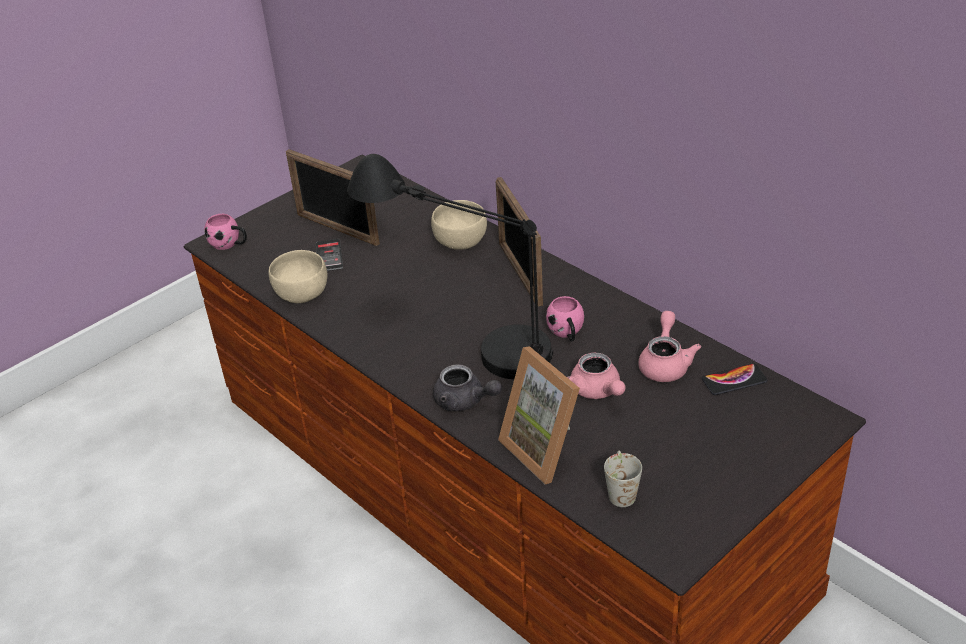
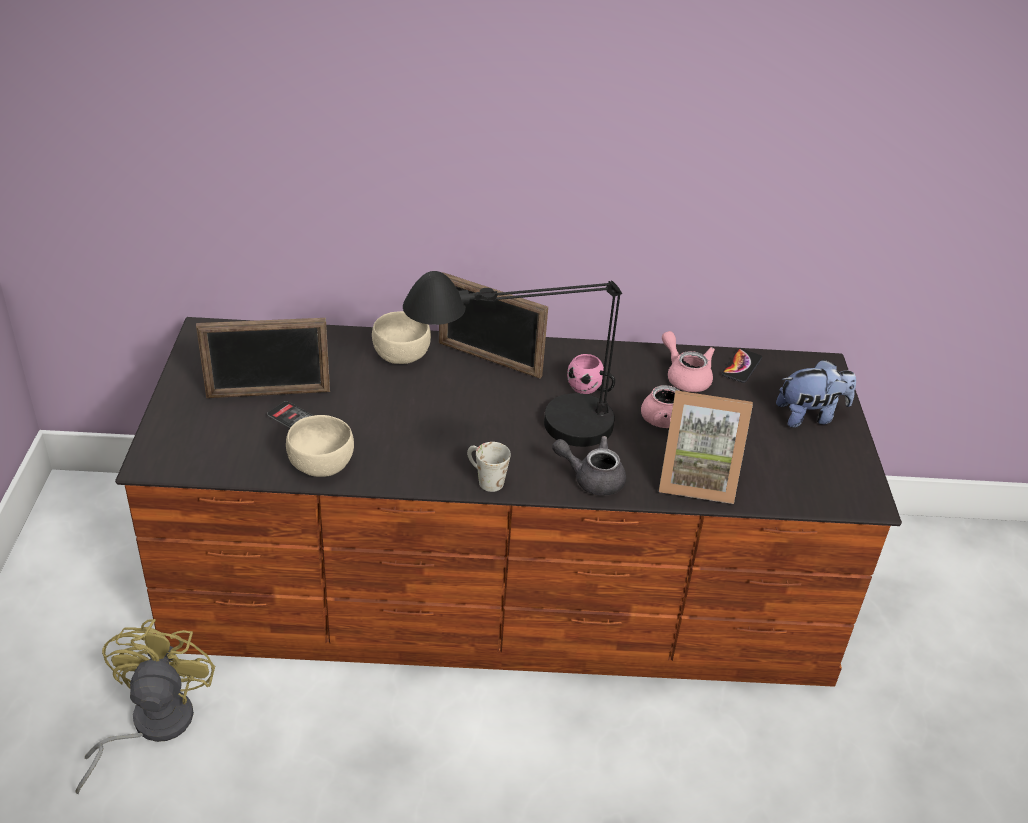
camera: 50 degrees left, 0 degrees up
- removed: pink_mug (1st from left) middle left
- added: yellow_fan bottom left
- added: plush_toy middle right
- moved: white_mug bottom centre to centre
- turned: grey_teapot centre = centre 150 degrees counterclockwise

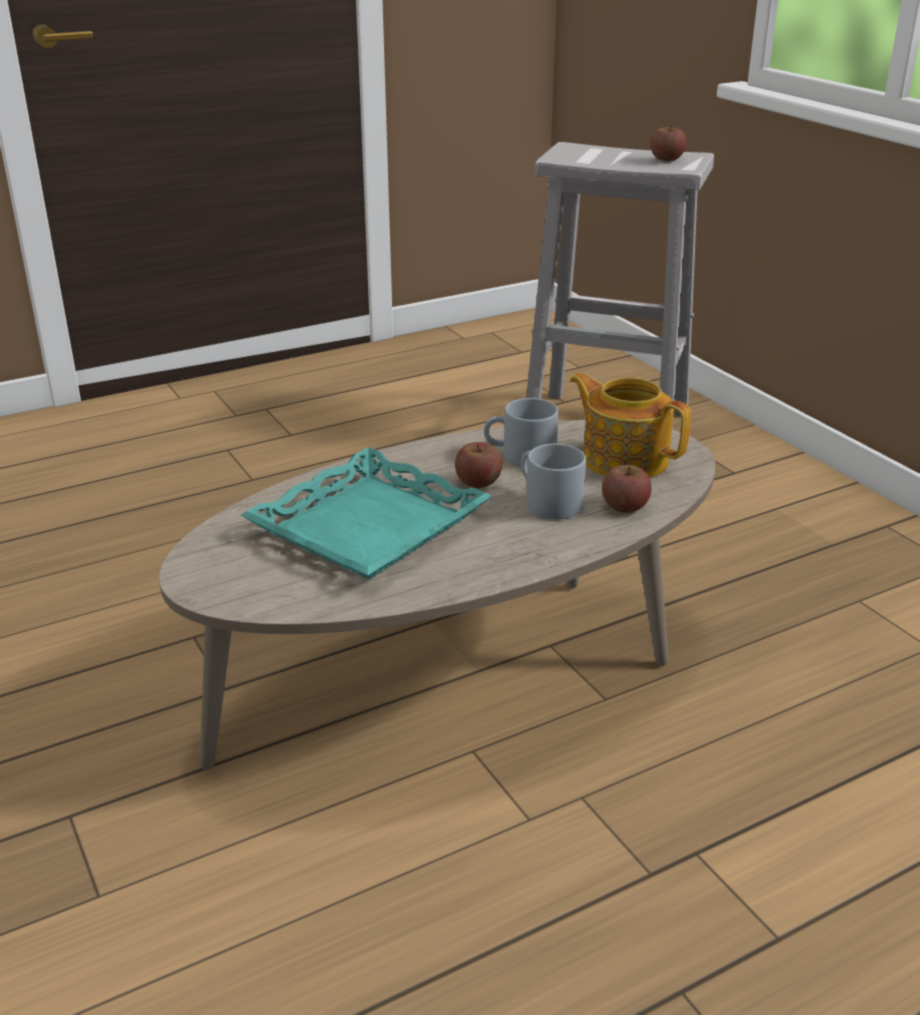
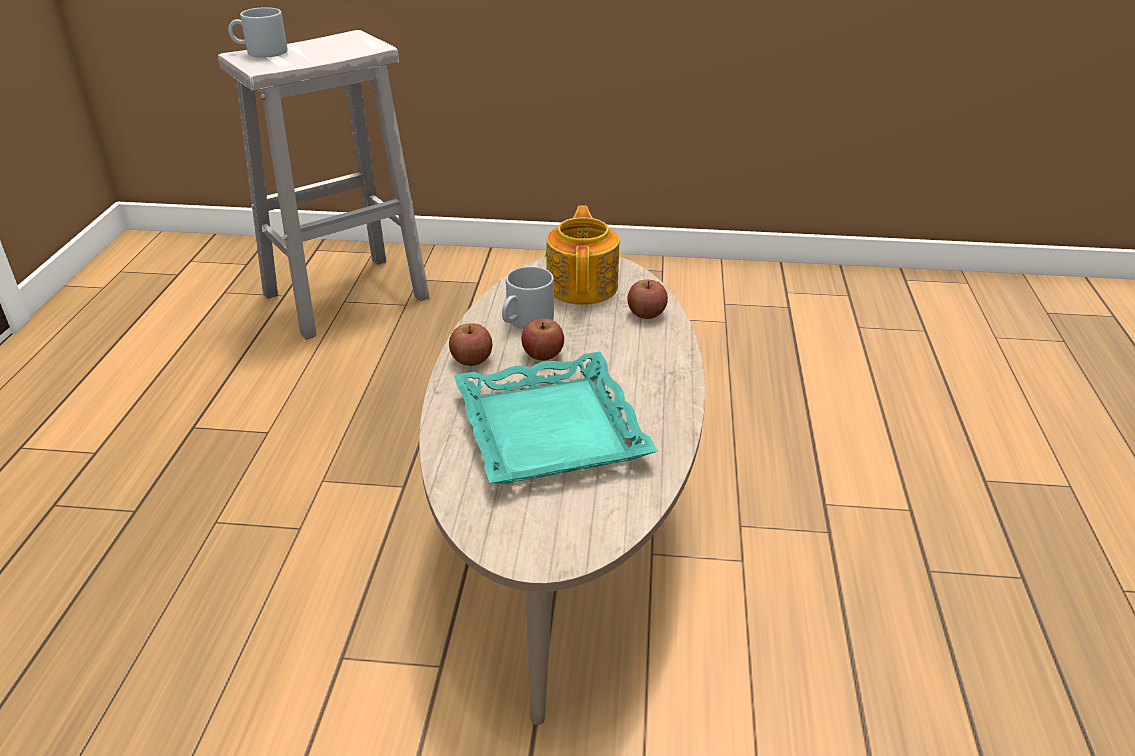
camera: 55 degrees left, 5 degrees up
- moved: grey_mug (2nd from left in the first image) centre to grey_mug (1st from left) top left
- moved: apple (3rd from left in the first image) top right to apple (1st from left) centre
- turned: teapot middle right = centre 105 degrees clockwise

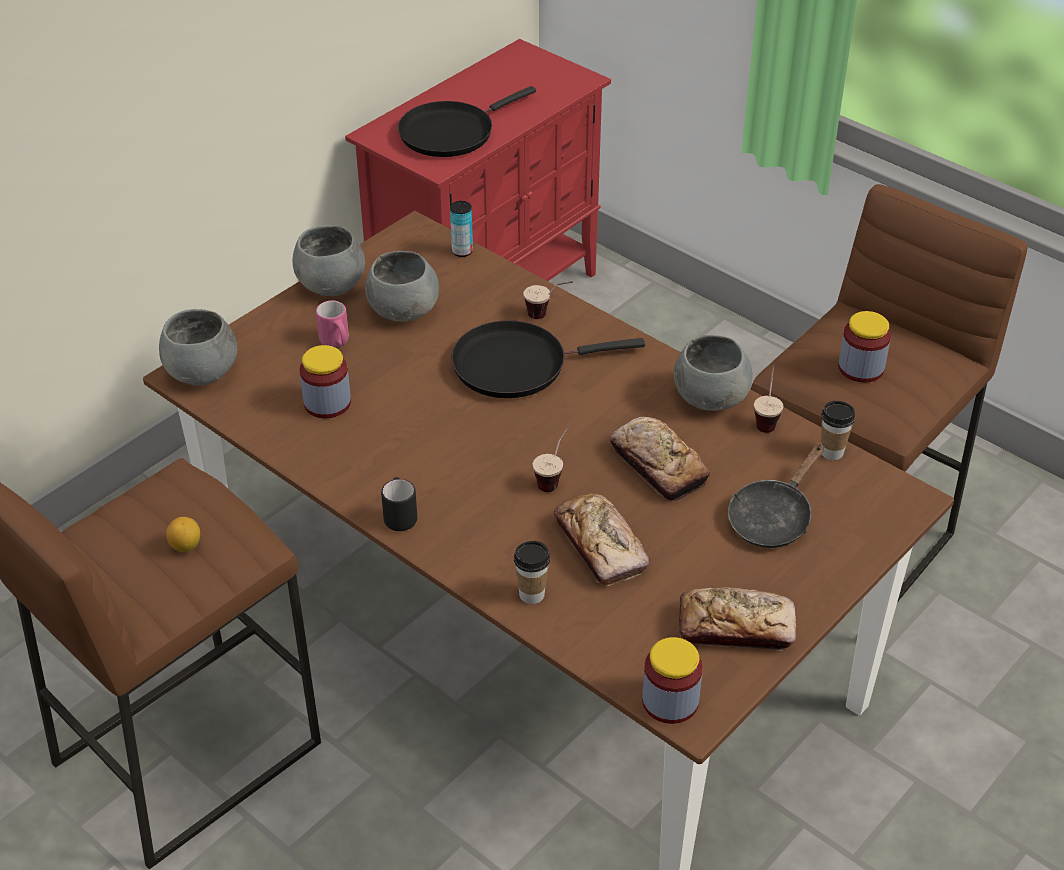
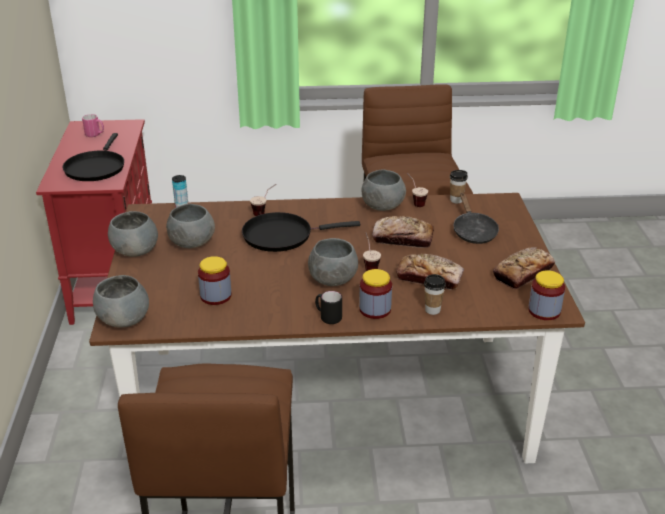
camera: 45 degrees left, 10 degrees down
- removed: lemon middle left
- added: grey_bowl (4th from left) centre
- moved: pink_mug middle left to top left
- moved: jar (3rd from left in the first image) middle right to jar (2nd from left) centre
- turned: black_frying_pan (2nd from left) centre = centre 45 degrees clockwise

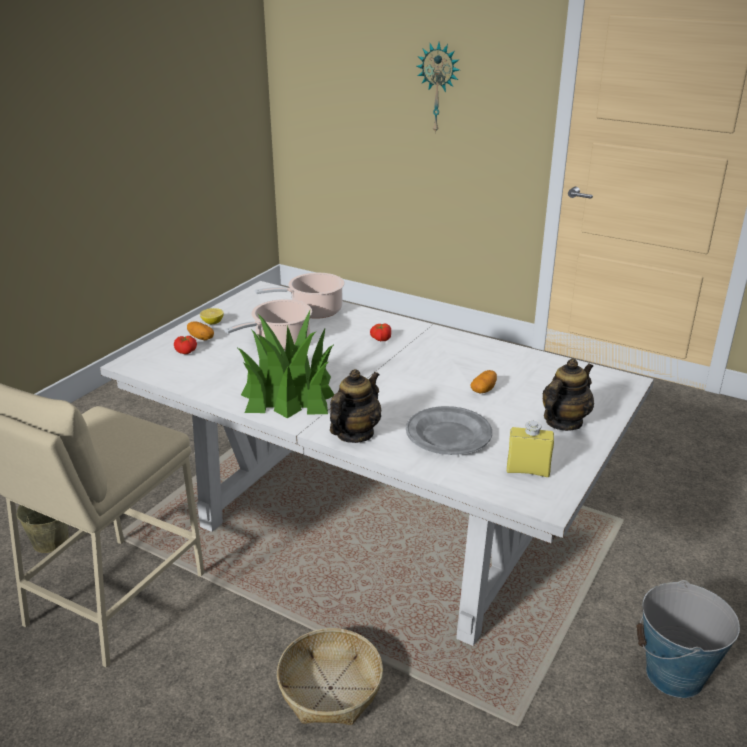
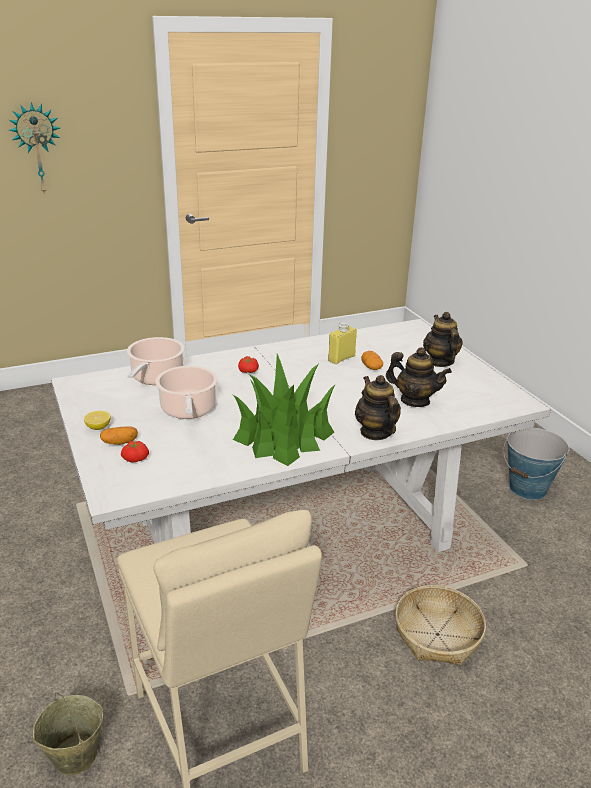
camera: 55 degrees left, 0 degrees up
- moved: yellow_bottle middle right to centre
- replaced: grey_plate centre to teapot (2nd from left) middle right

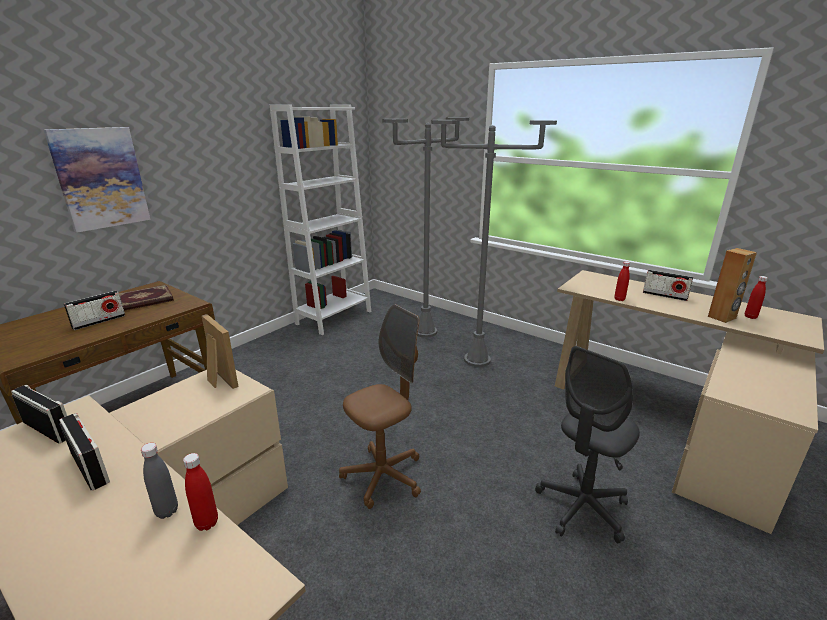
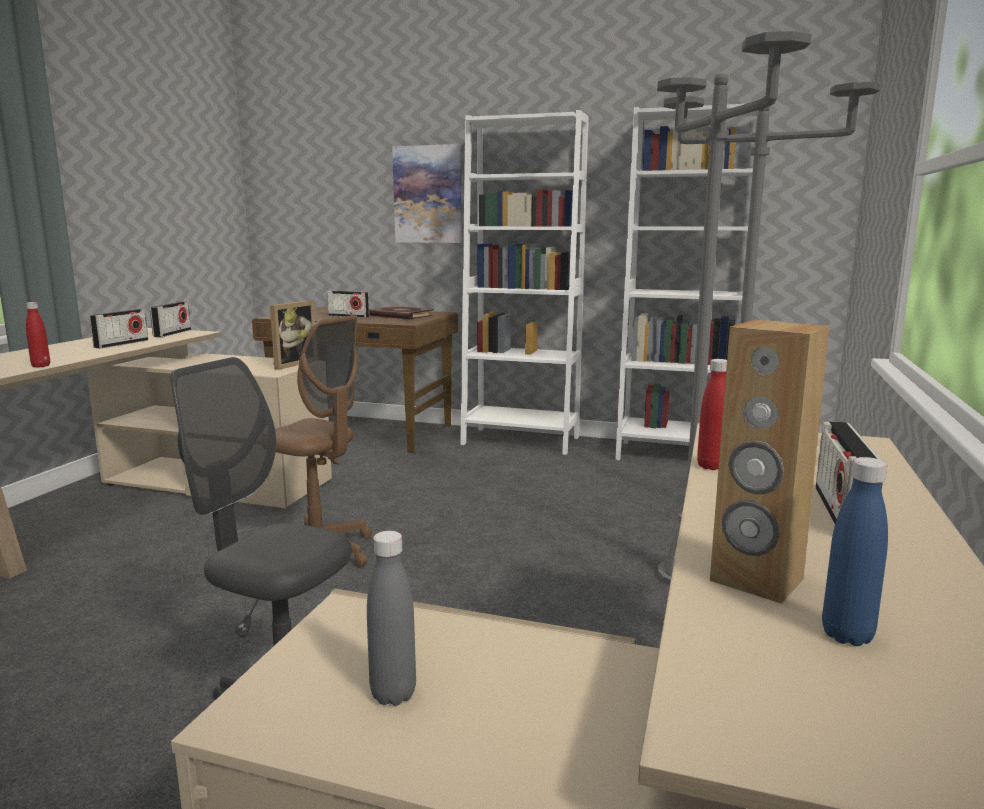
camera: 70 degrees right, 10 degrees down
- added: white_bookcase (1st from left) centre
- moved: grey_bottle bottom left to bottom centre
- recoloured: red_bottle (3rd from left) middle right to blue_bottle bottom right

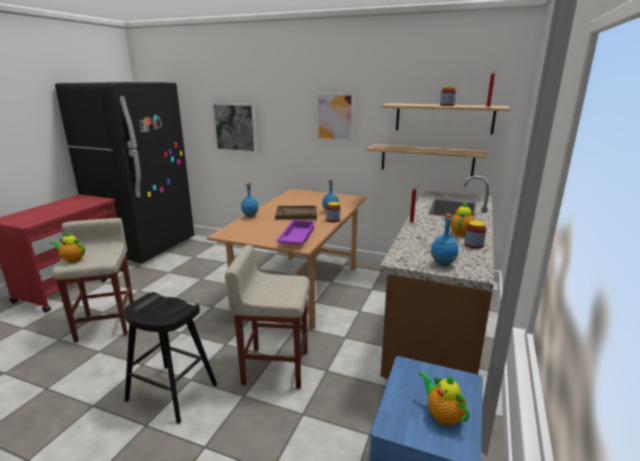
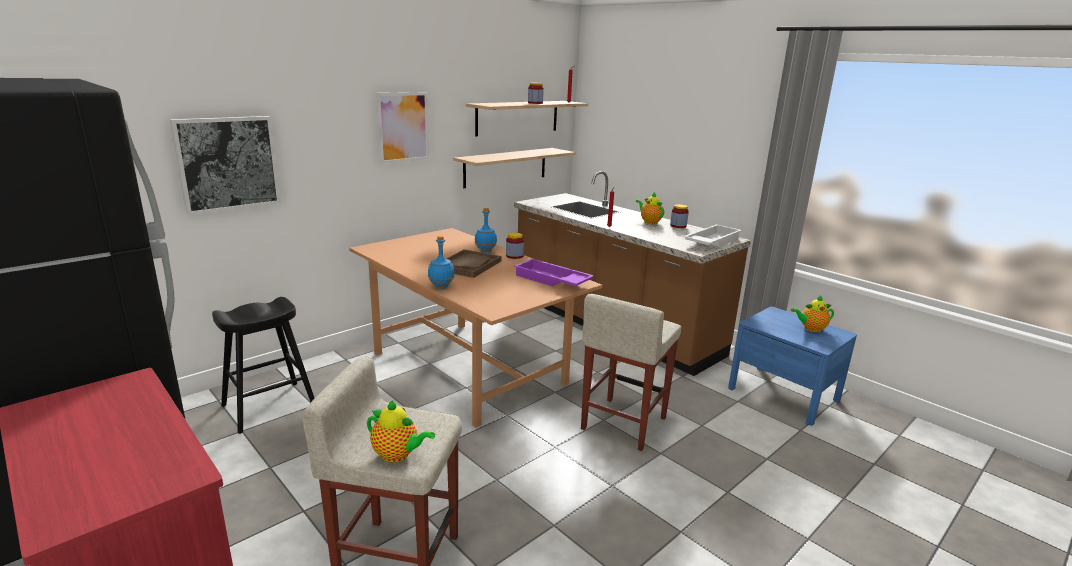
camera: 65 degrees left, 0 degrees up
- moved: black_stool bottom left to middle left
- replaced: blue_bottle (3rd from left) middle right to white_tray centre
- turned: teapot (1st from left) middle left = bottom centre 105 degrees counterclockwise

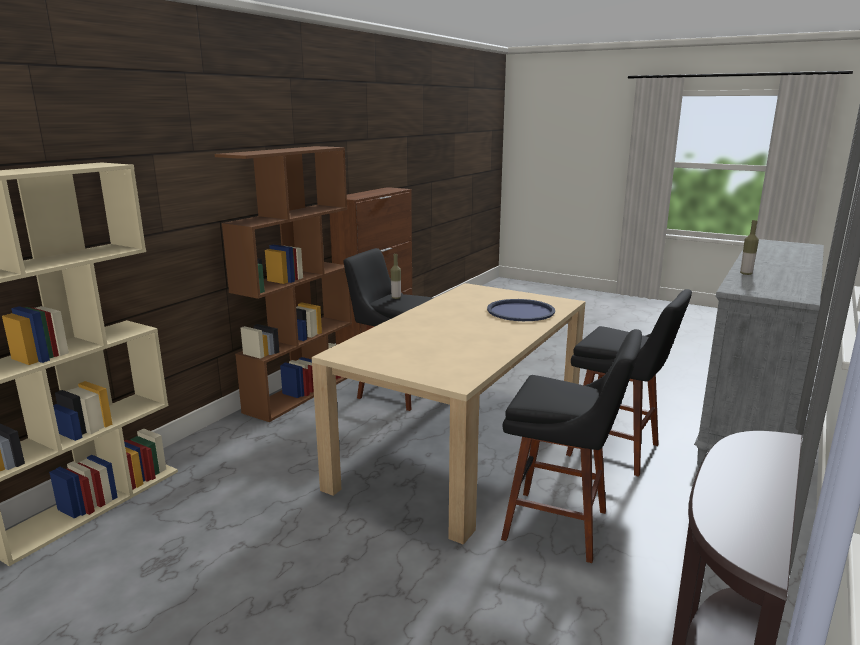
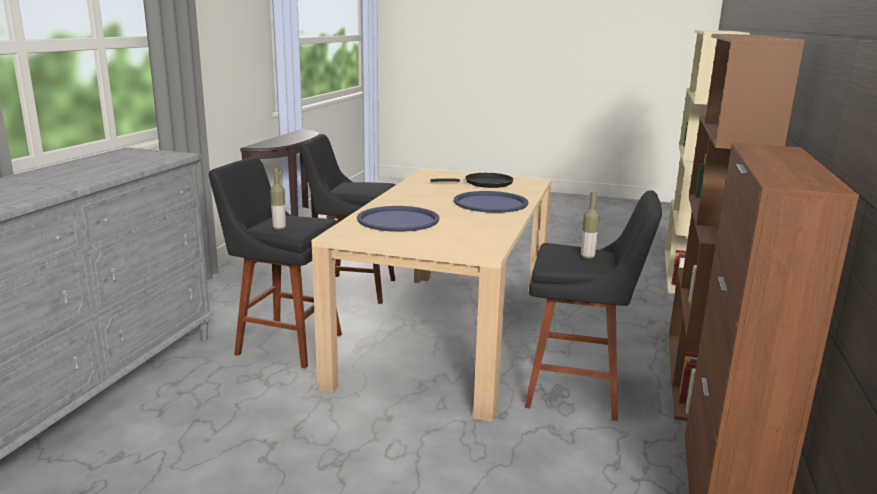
camera: 165 degrees right, 0 degrees up
- added: black_frying_pan centre
- added: blue_tray (2nd from left) centre
- moved: bottle (2nd from left in the first image) middle right to bottle (1st from left) middle left

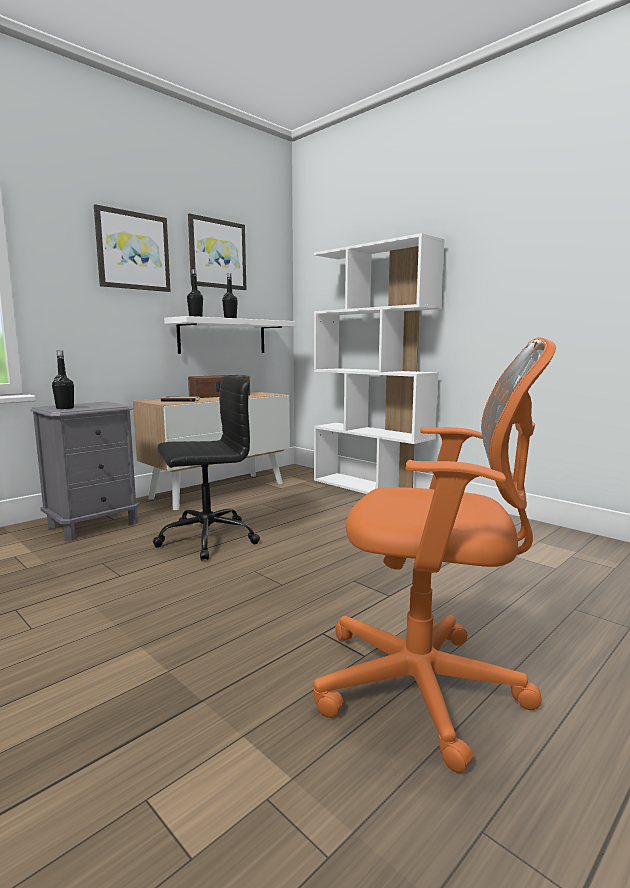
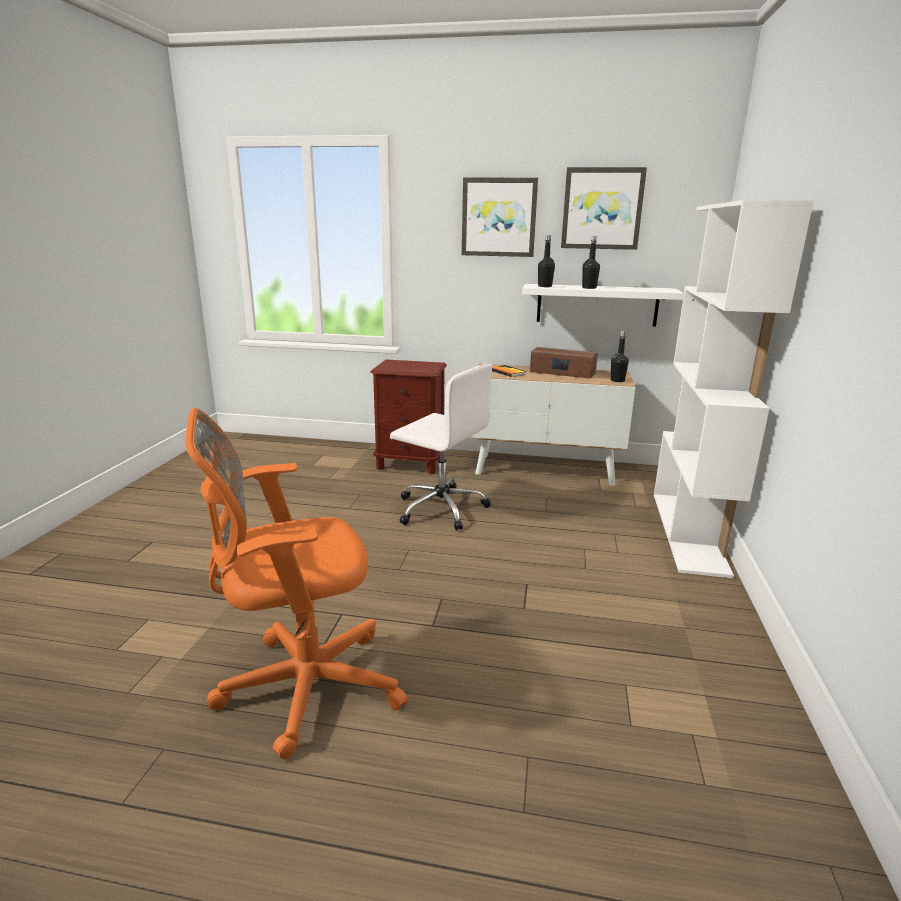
camera: 55 degrees right, 10 degrees up
- moved: black_bottle (1st from left in the first image) middle left to black_bottle (3rd from left) middle right
- recoloured: grey_nightstand middle left to brown_nightstand centre
- recoloured: black_office_chair middle left to white_office_chair centre
- turned: orange_office_chair middle right = middle left 90 degrees clockwise

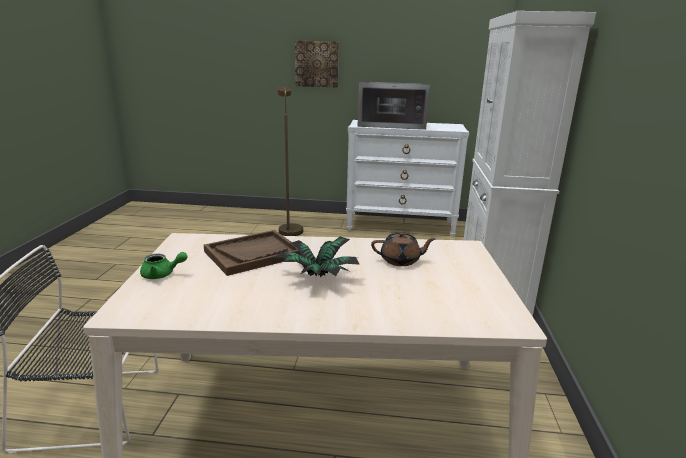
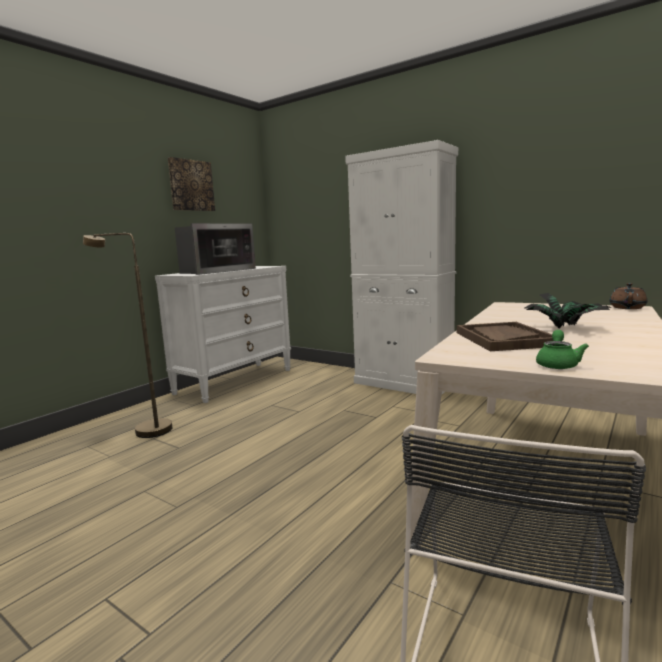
camera: 60 degrees left, 10 degrees down
- moved: picture top centre to top left
- moved: brown_teapot centre to middle right

